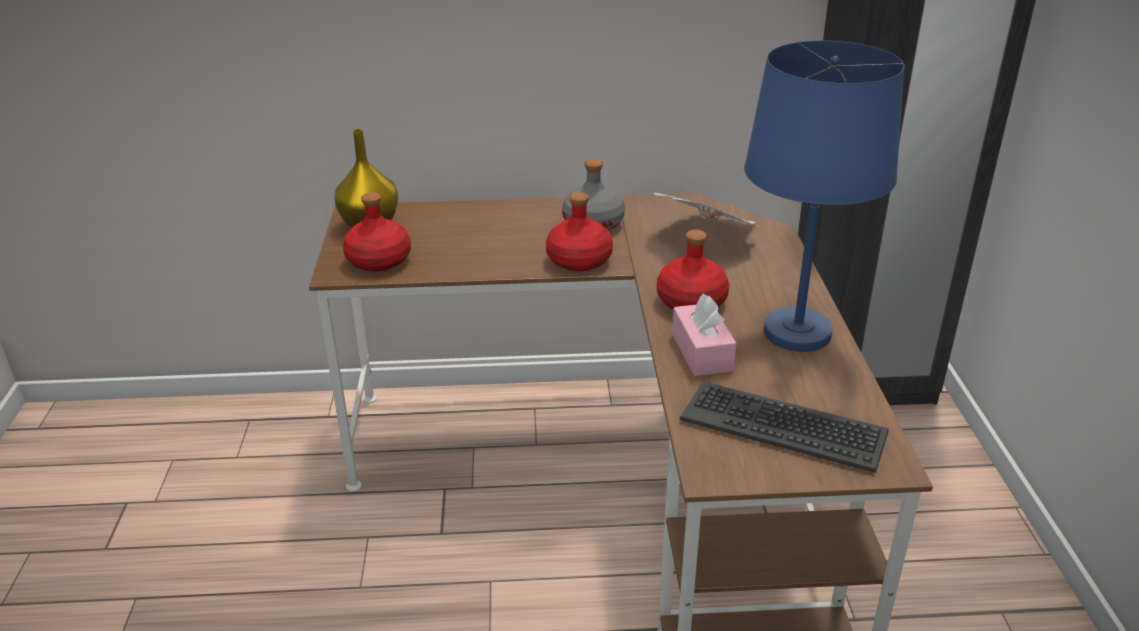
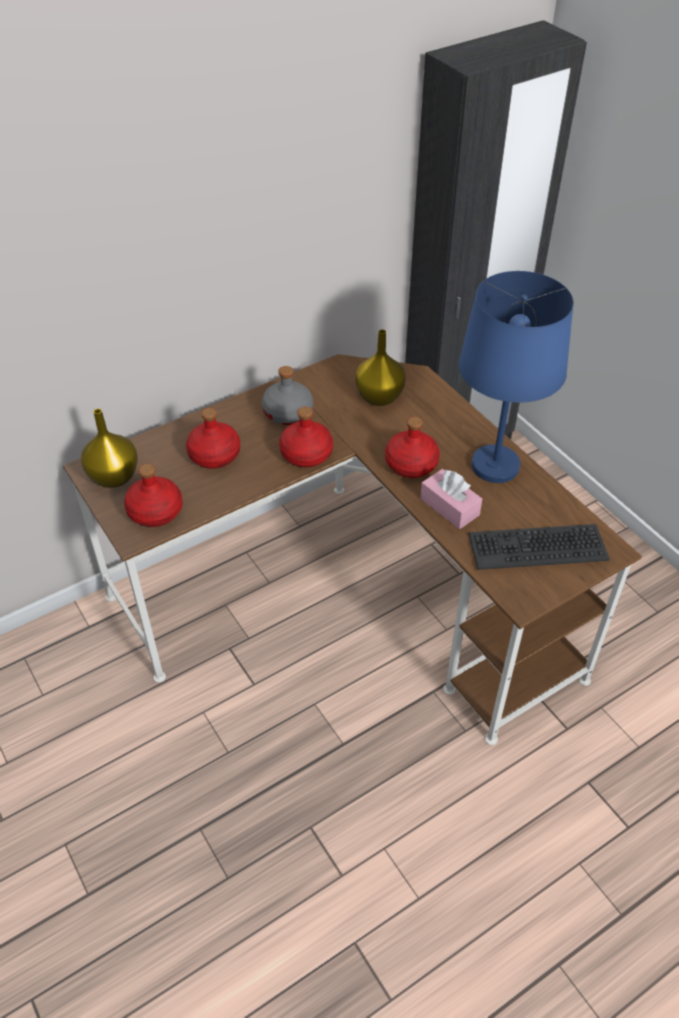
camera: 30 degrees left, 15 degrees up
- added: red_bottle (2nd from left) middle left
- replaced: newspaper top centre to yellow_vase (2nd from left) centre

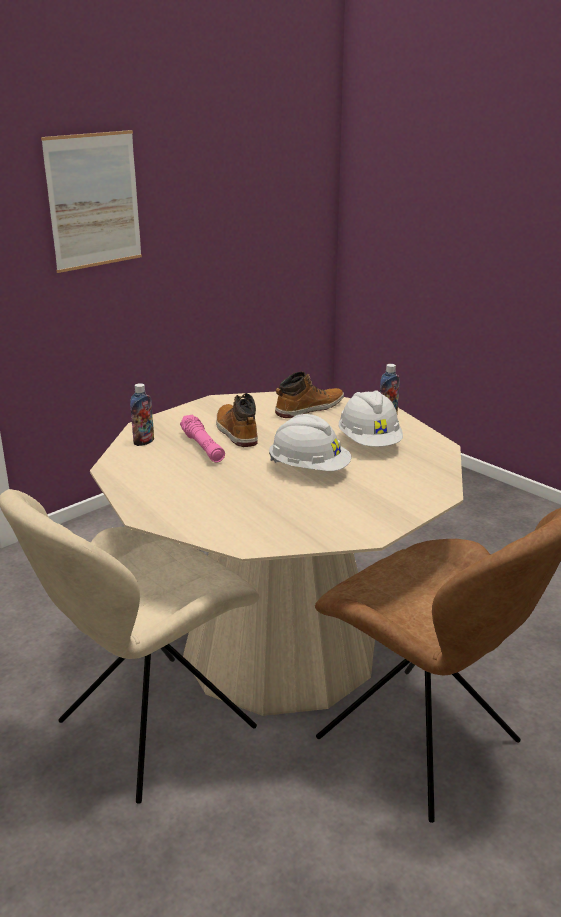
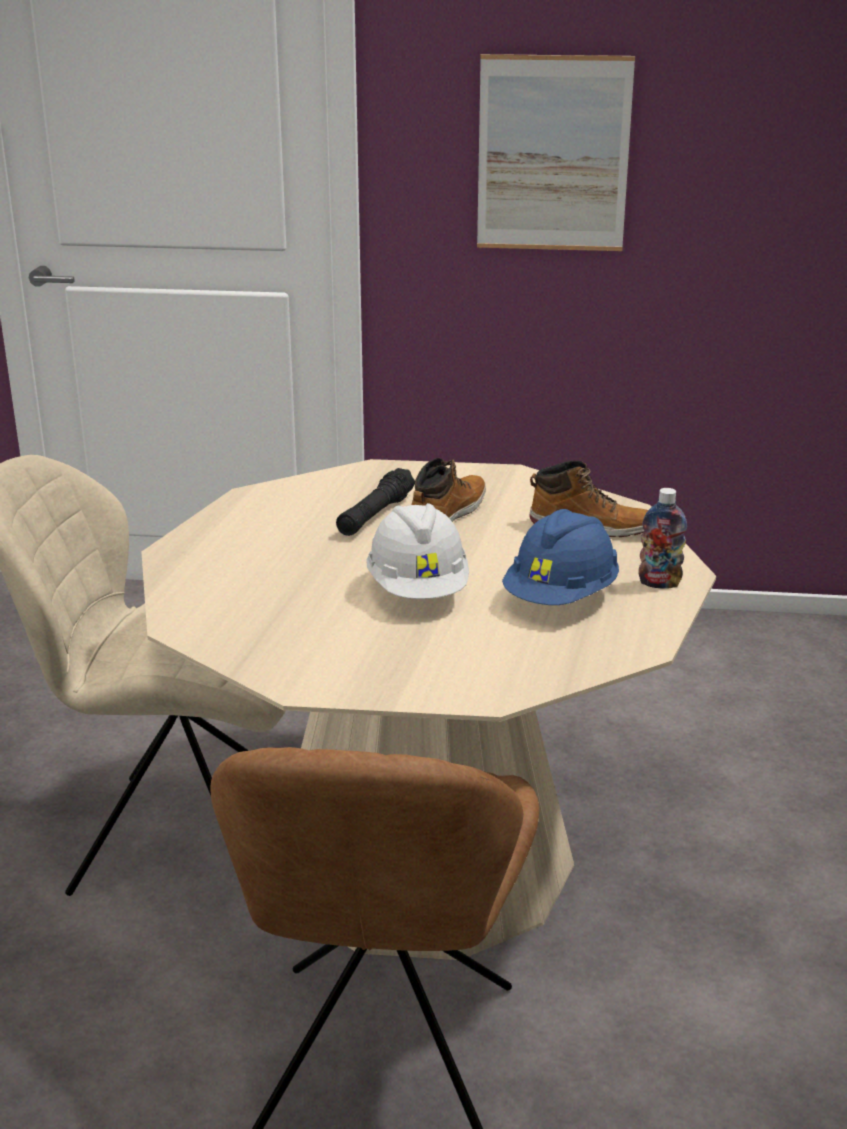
camera: 50 degrees right, 0 degrees up
- removed: bottle (1st from left) middle left
- recoloured: pink_flashlight centre to black_flashlight centre
- recoloured: white_hard_hat (2nd from left) centre to blue_hard_hat centre

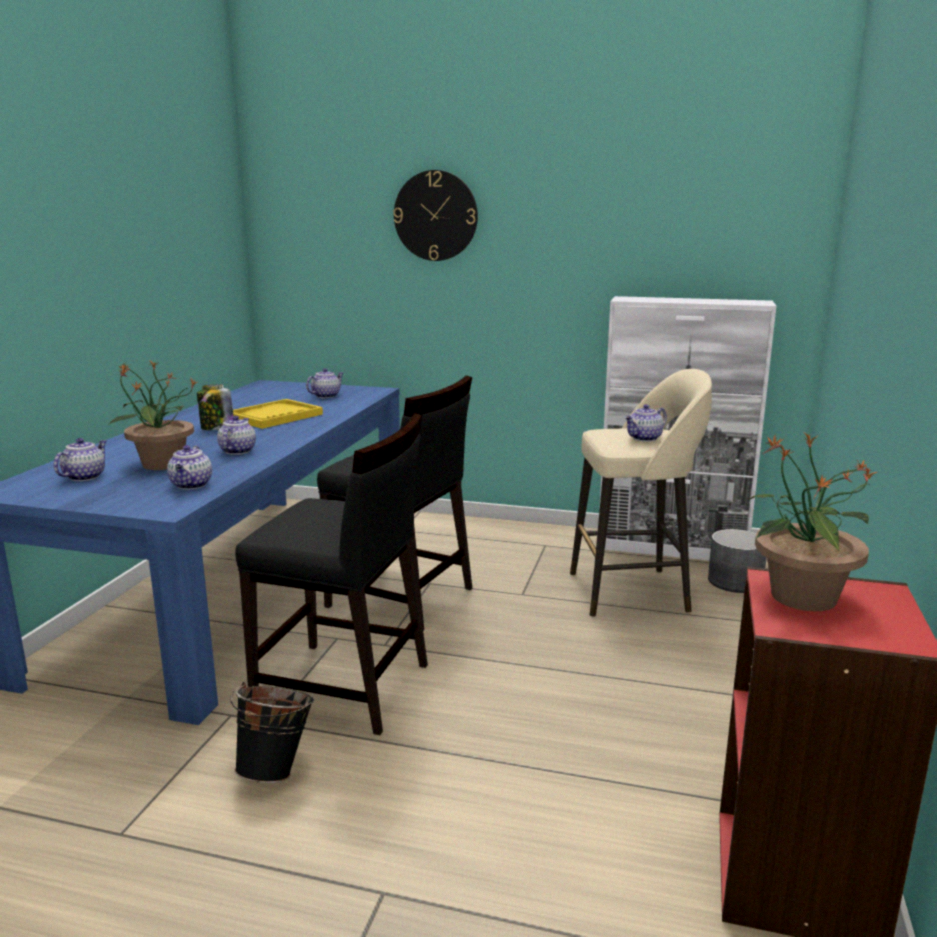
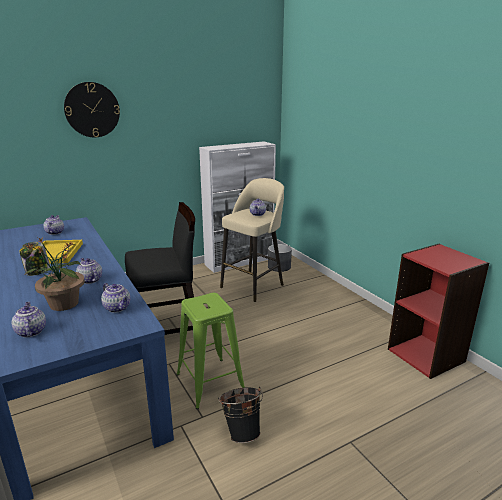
camera: 45 degrees left, 5 degrees up
- removed: potted_plant (2nd from left) middle right
- replaced: black_chair (1st from left) centre to green_stool bottom centre

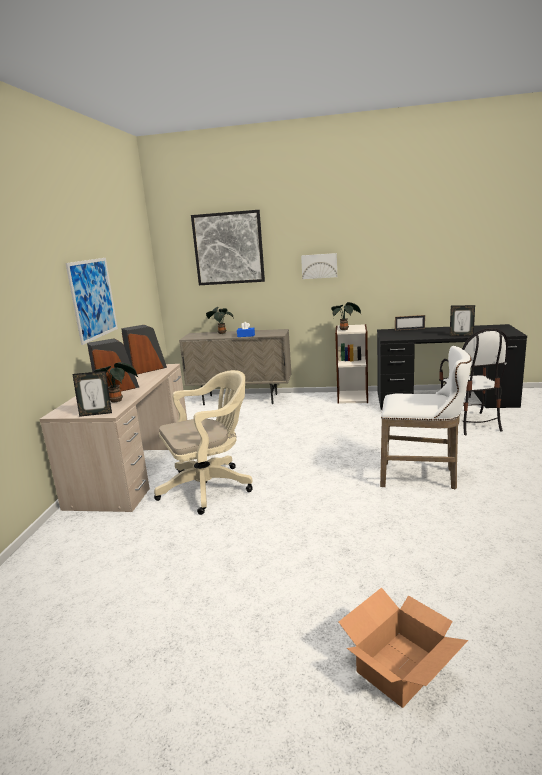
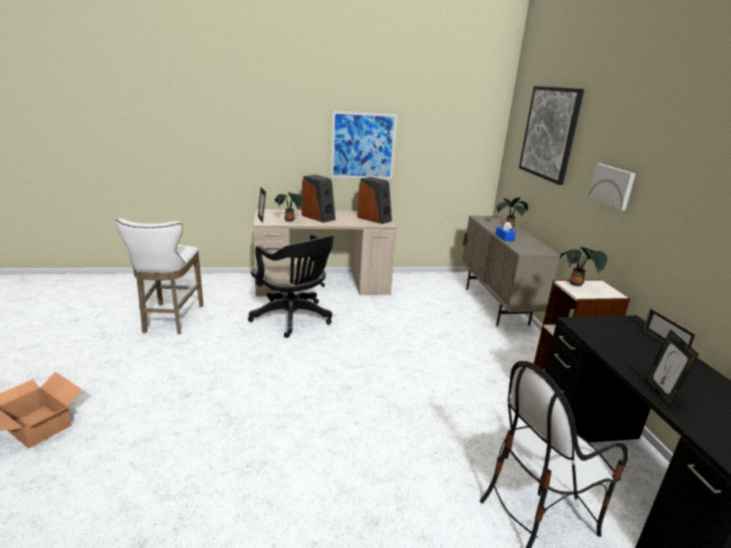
camera: 70 degrees right, 5 degrees up
- moved: white_stool middle right to middle left
- recoloured: beige_office_chair centre to black_office_chair centre

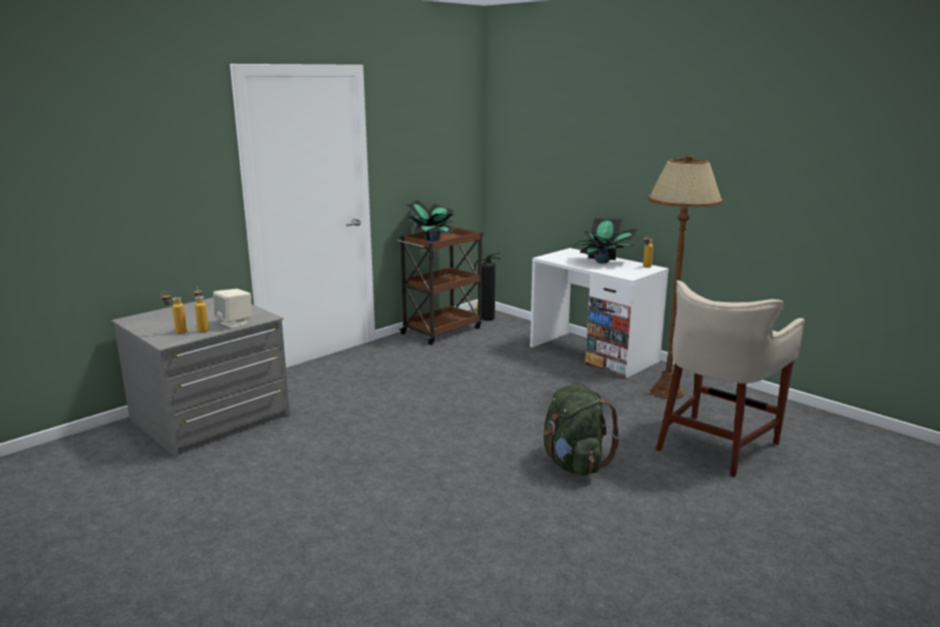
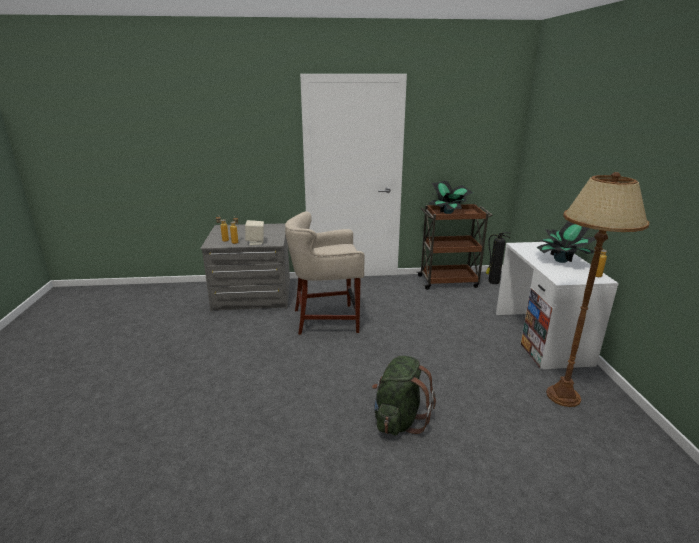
camera: 40 degrees right, 5 degrees up
- moved: beige_stool middle right to centre

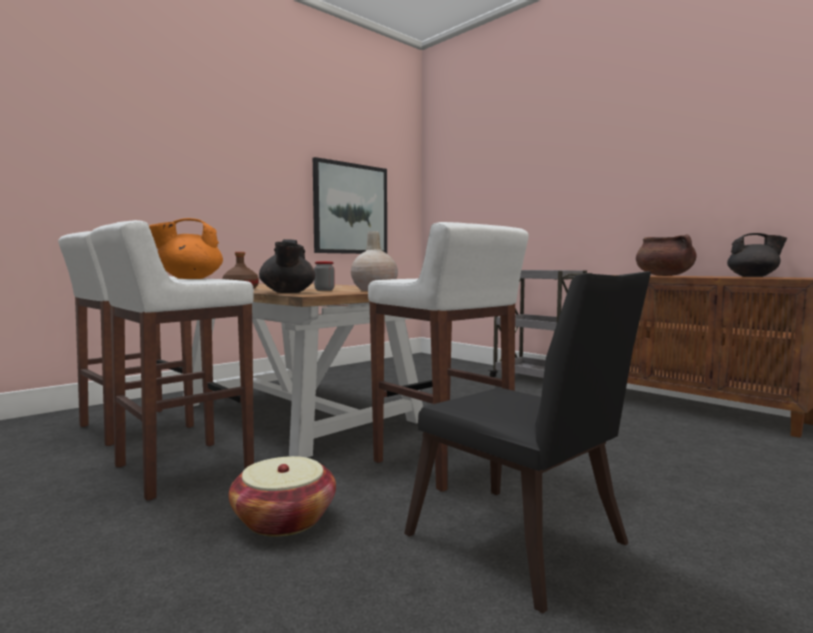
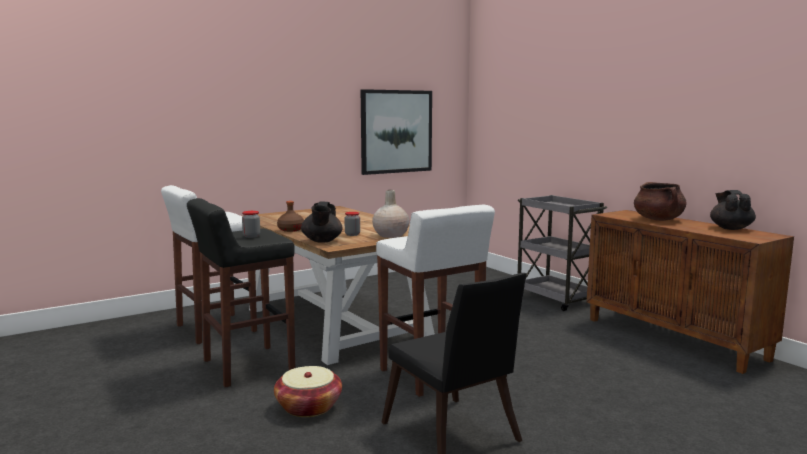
camera: 10 degrees right, 5 degrees up
- replaced: orange_teapot middle left to jar (1st from left) middle left
- recoloured: white_stool (2nd from left) middle left to black_stool middle left
- turned: black_teapot (2nd from left) middle right = middle right 120 degrees counterclockwise

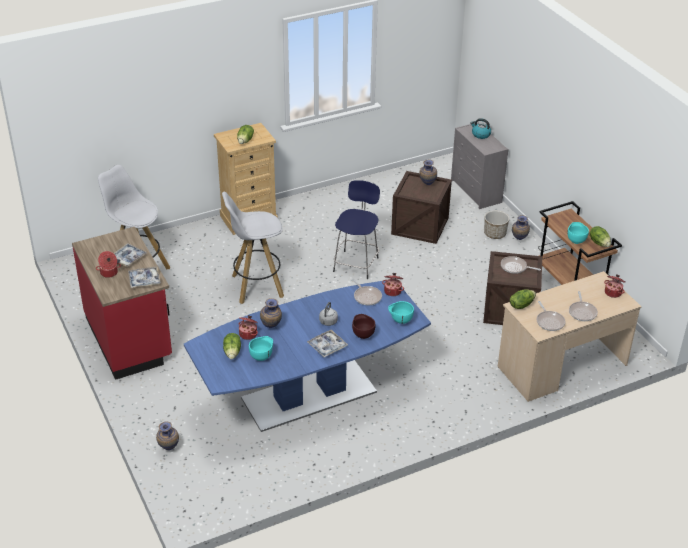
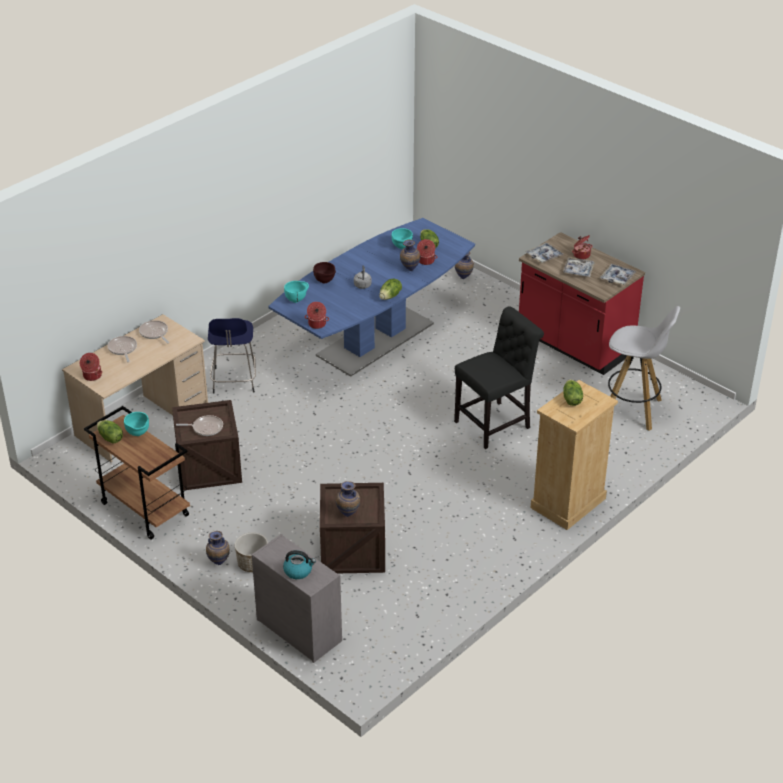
camera: 160 degrees right, 0 degrees up
- removed: frying_pan (1st from left) centre
- moved: tray (3rd from left) centre to middle right
- moved: blue_stool centre to middle left
- moved: lettuce (3rd from left in the first image) middle right to lettuce (2nd from left) centre
- replaced: white_stool (2nd from left) centre to black_chair centre

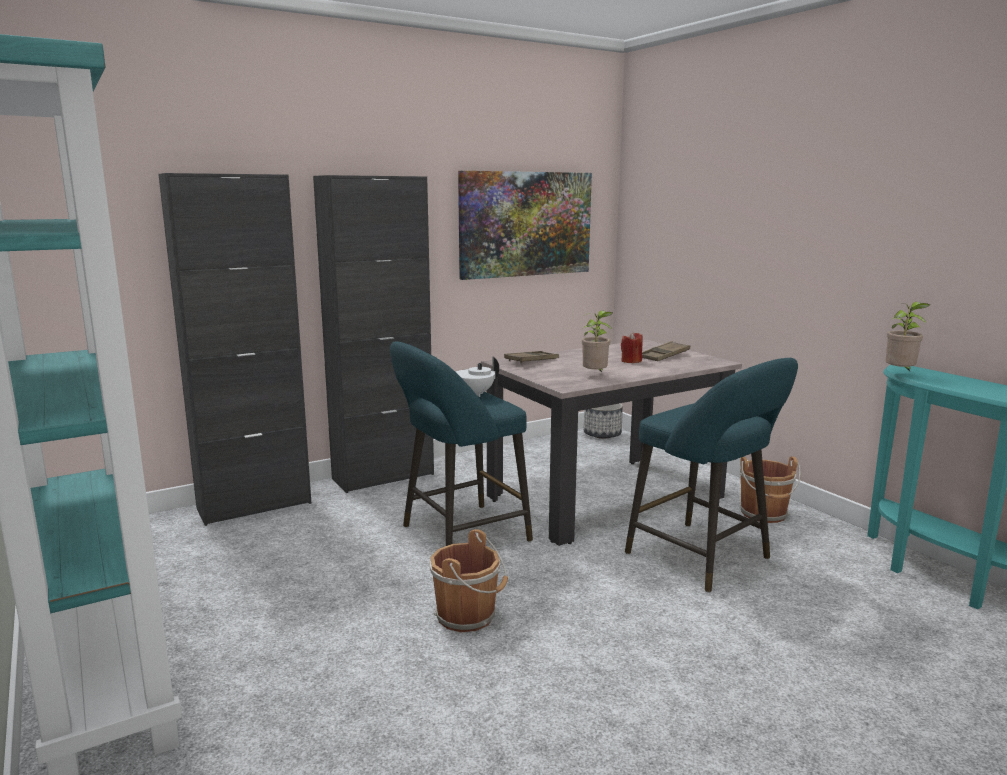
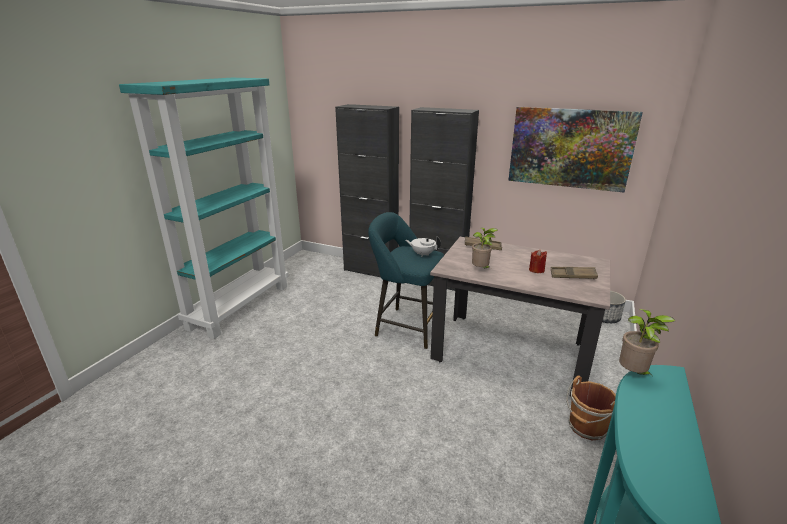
camera: 55 degrees right, 10 degrees up
- removed: brown_bucket (1st from left) bottom centre
- removed: turquoise_stool (2nd from left) middle right

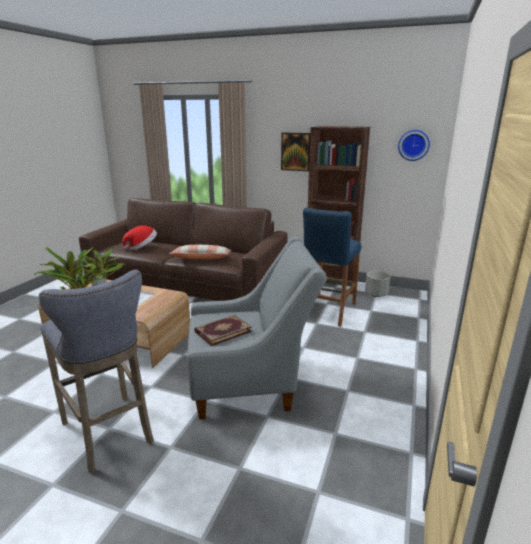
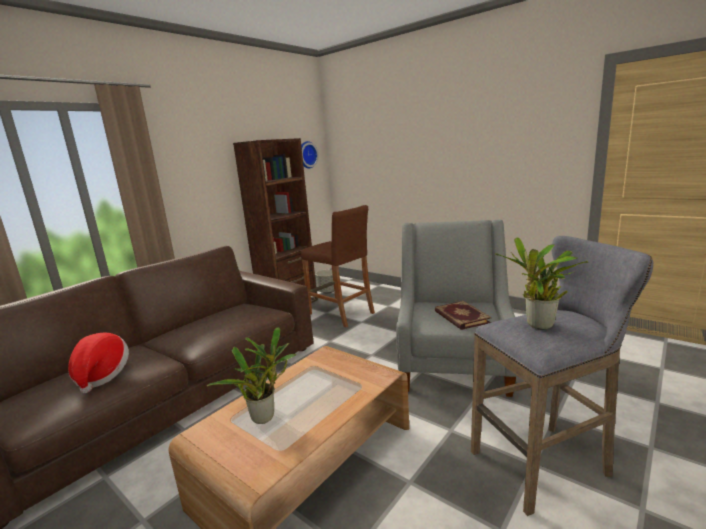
camera: 70 degrees left, 5 degrees down
- removed: pillow centre
- removed: picture top centre
- recoloured: blue_stool centre to brown_stool centre

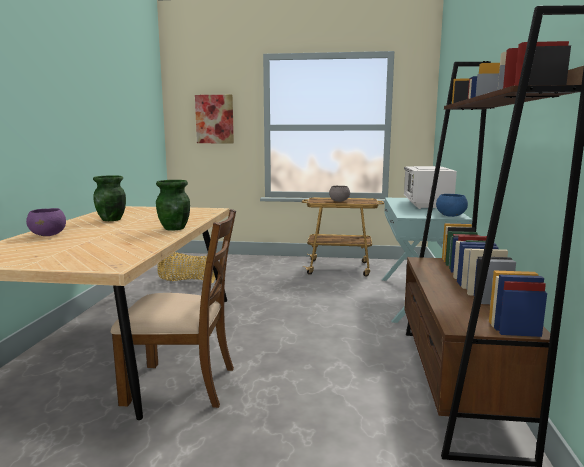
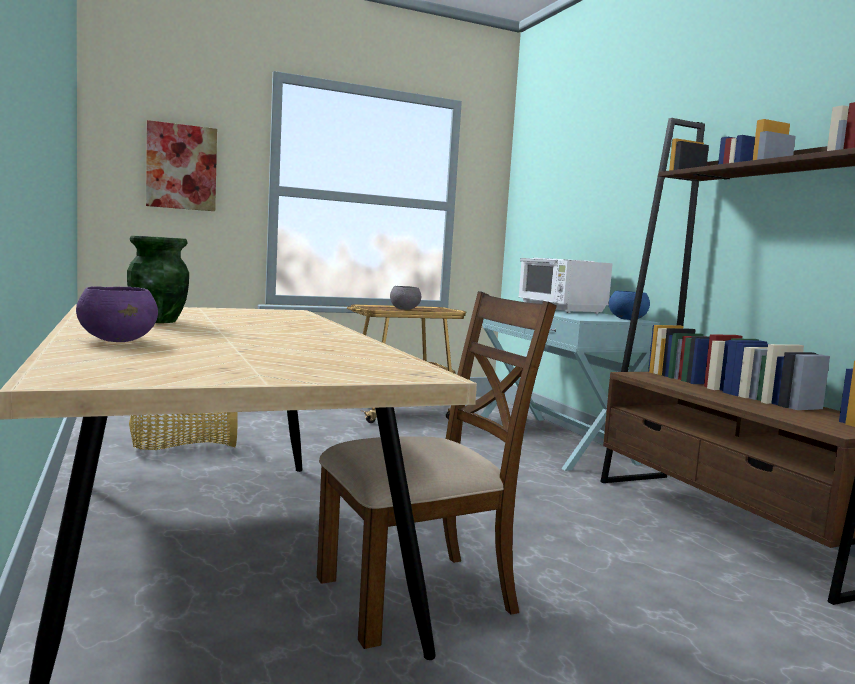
camera: 30 degrees left, 5 degrees down
- removed: green_vase (2nd from left) middle left

